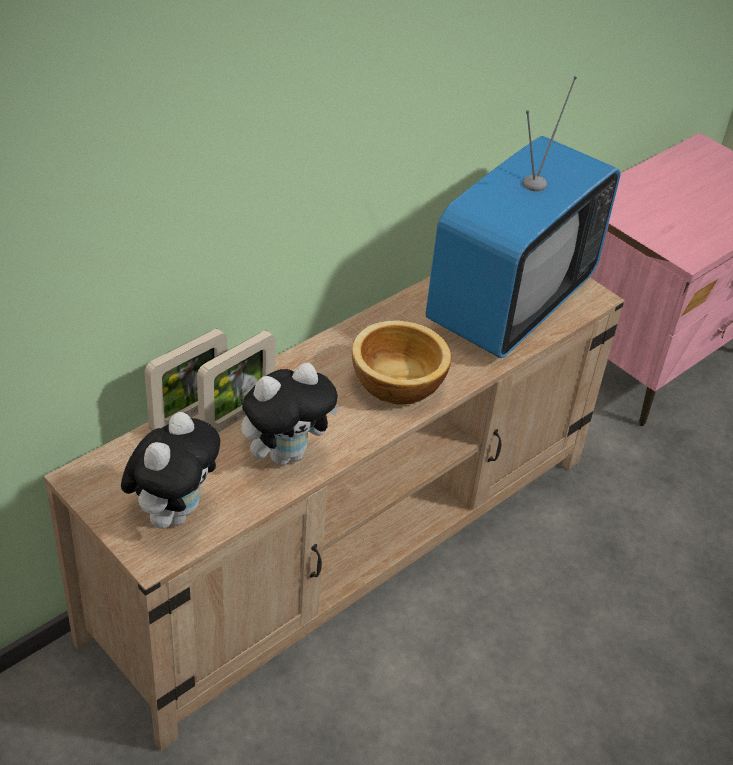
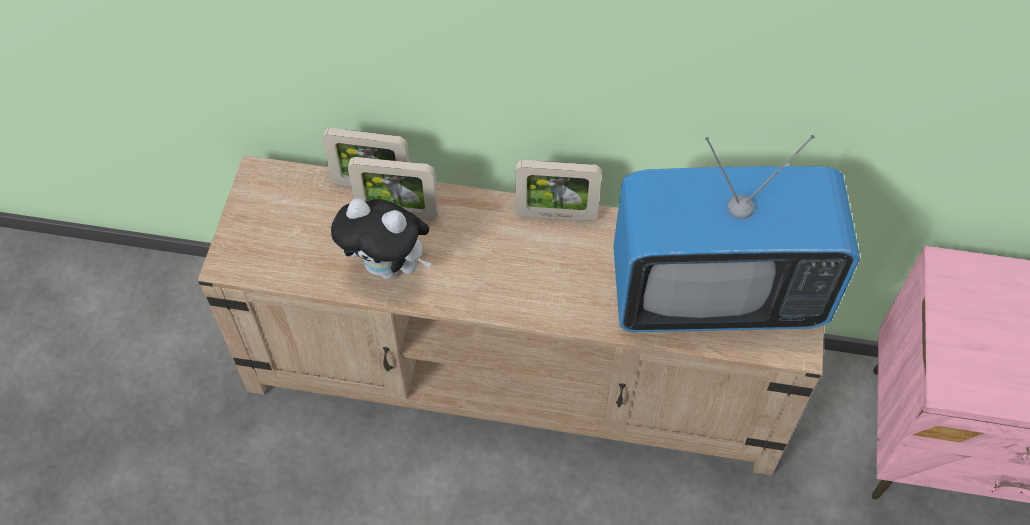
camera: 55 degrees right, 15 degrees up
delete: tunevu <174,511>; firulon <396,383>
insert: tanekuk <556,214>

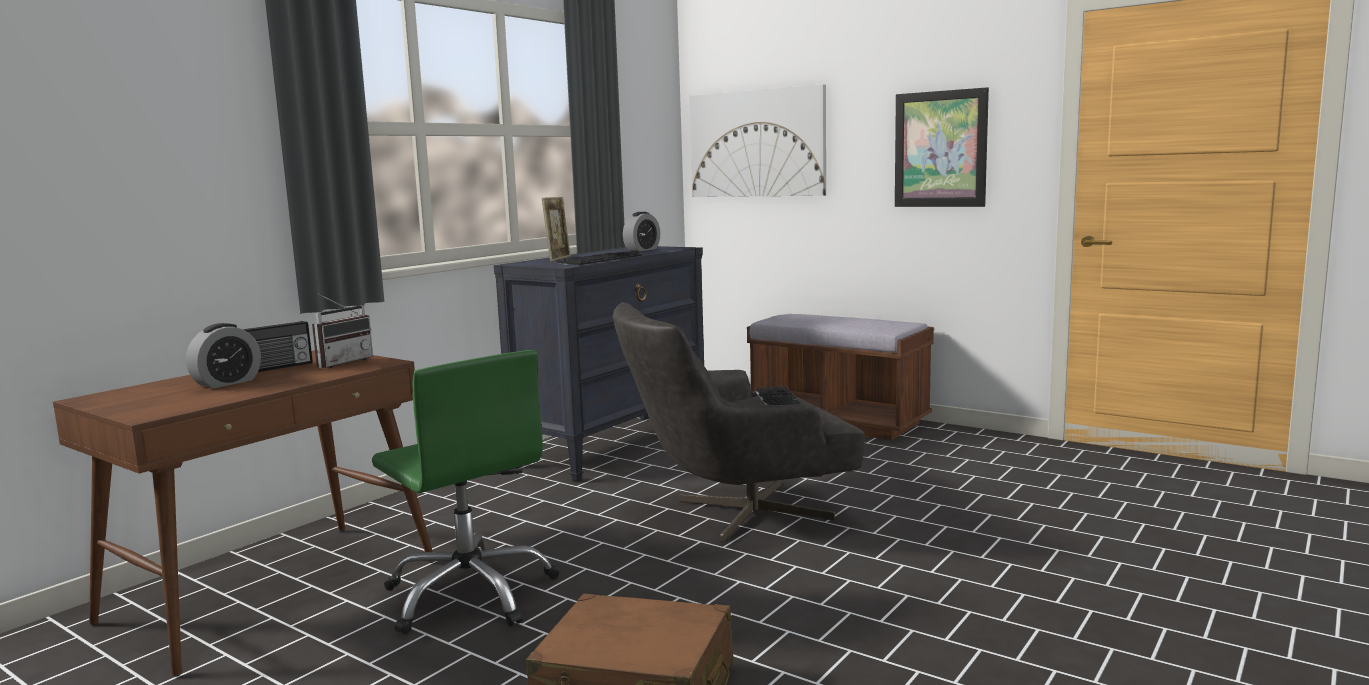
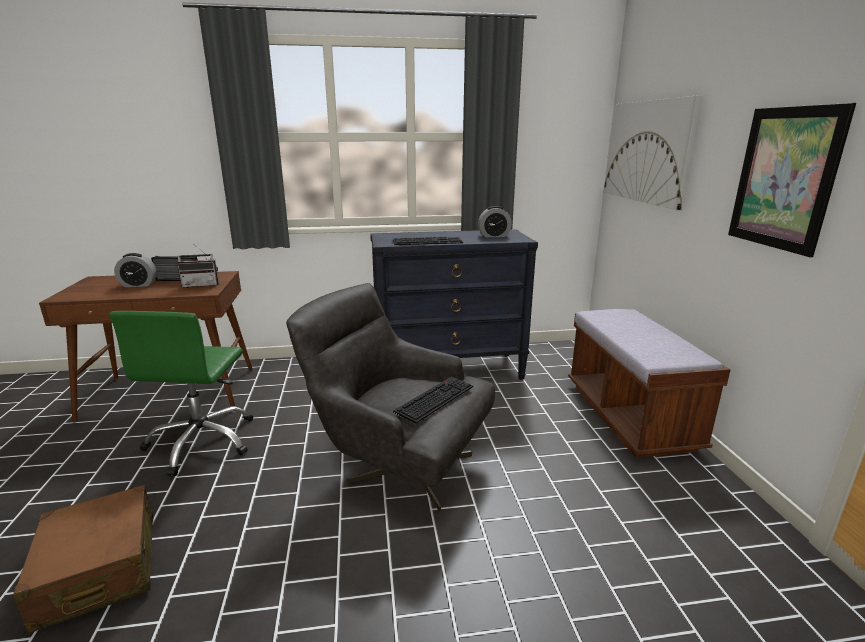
camera: 45 degrees right, 10 degrees up
delete: tanekuk <558,259>

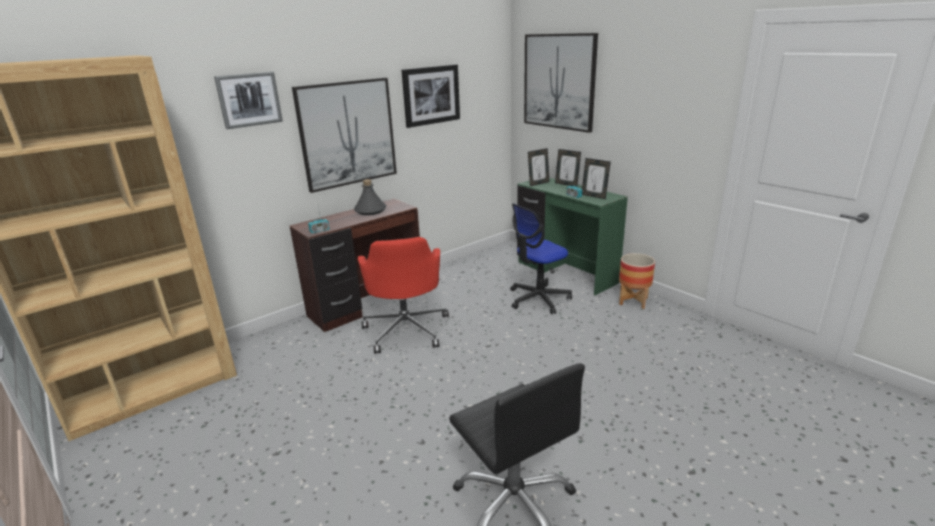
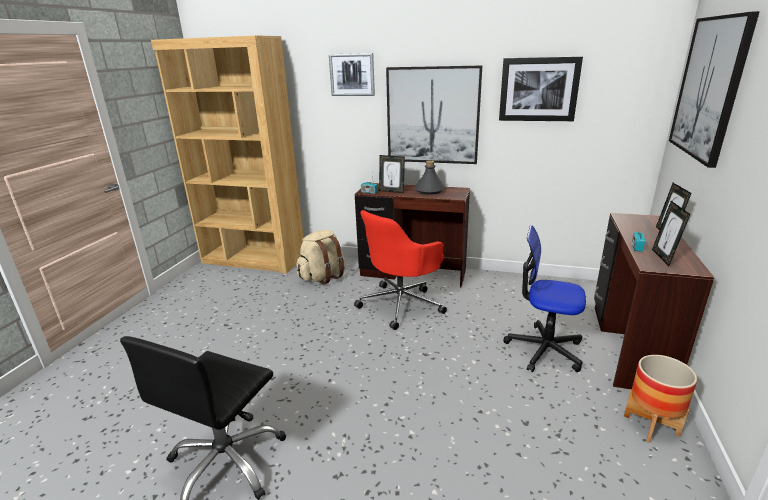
camera: 55 degrees right, 0 degrees up
insert: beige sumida <323,277>
move: tanekuk <538,183> to <392,191>
recolor: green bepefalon <565,272> to brown bepefalon <627,345>

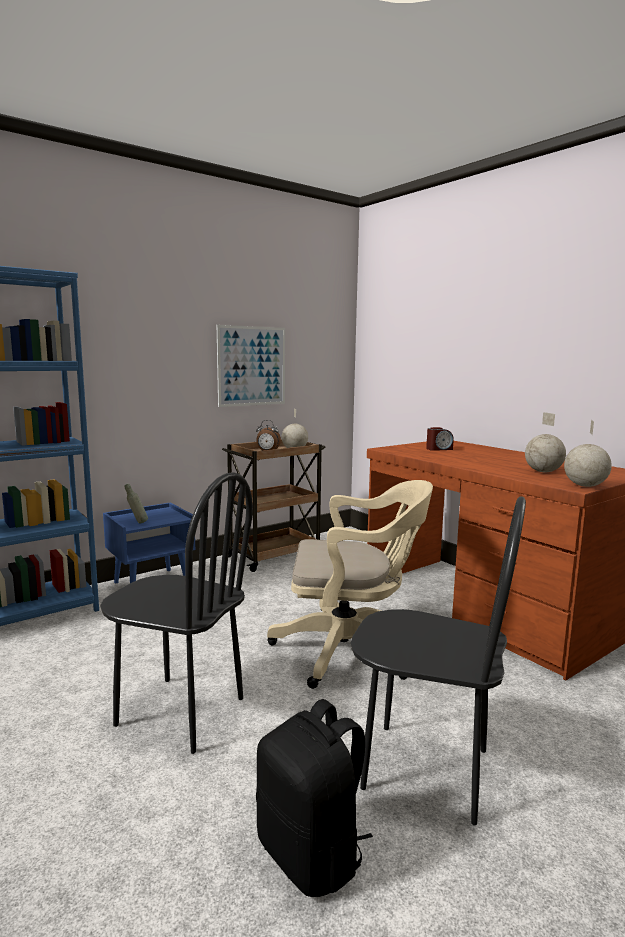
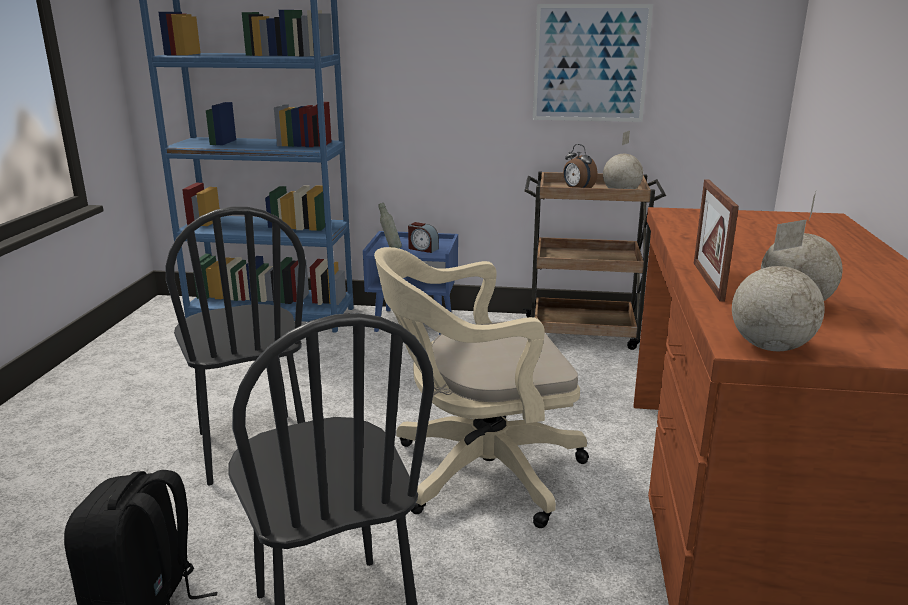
camera: 45 degrees right, 10 degrees up
insert: tanekuk <708,281>
move: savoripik <439,449> to <422,249>
rotate: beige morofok <351,650> = <477,472> 120 degrees clockwise

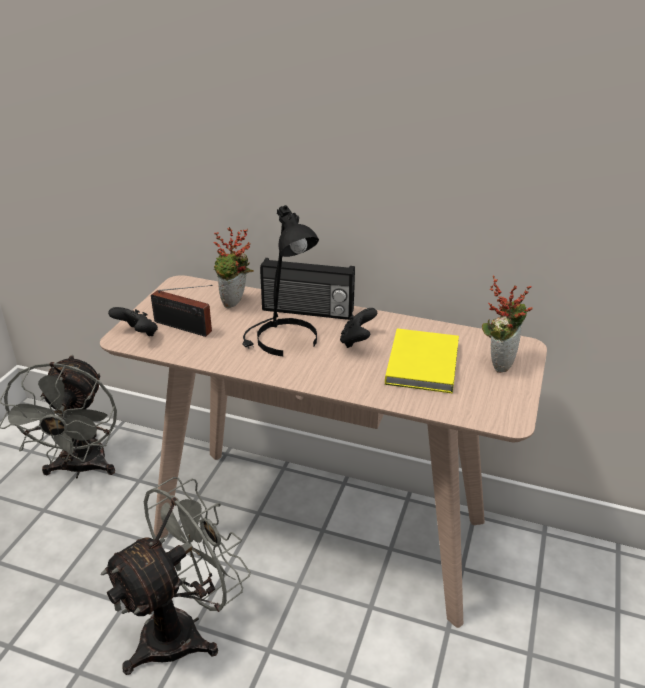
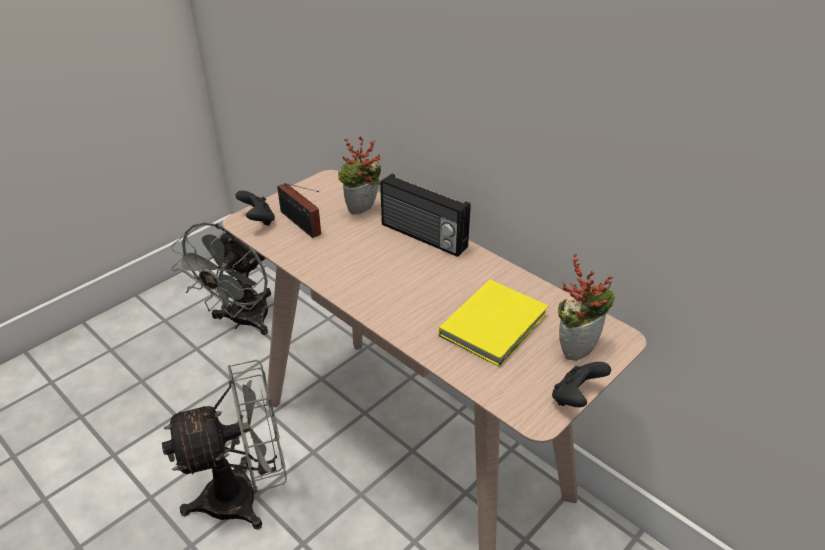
camera: 25 degrees right, 5 degrees up
delete: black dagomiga <283,341>
move: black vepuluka <357,341> to <576,398>

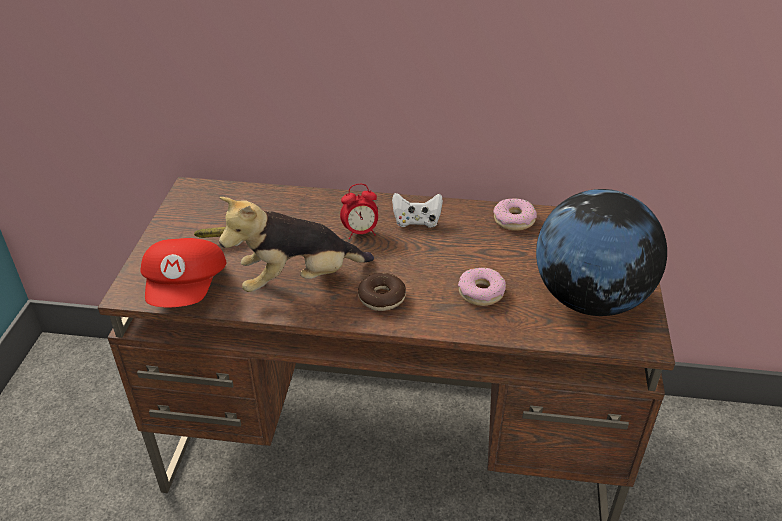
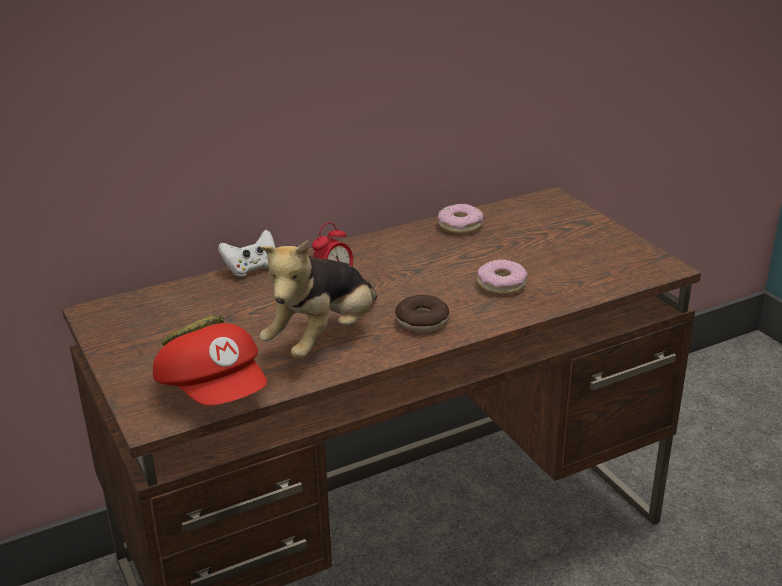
camera: 35 degrees left, 10 degrees down
delete: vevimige <589,299>
move: white vepuluka <416,222> to <251,268>

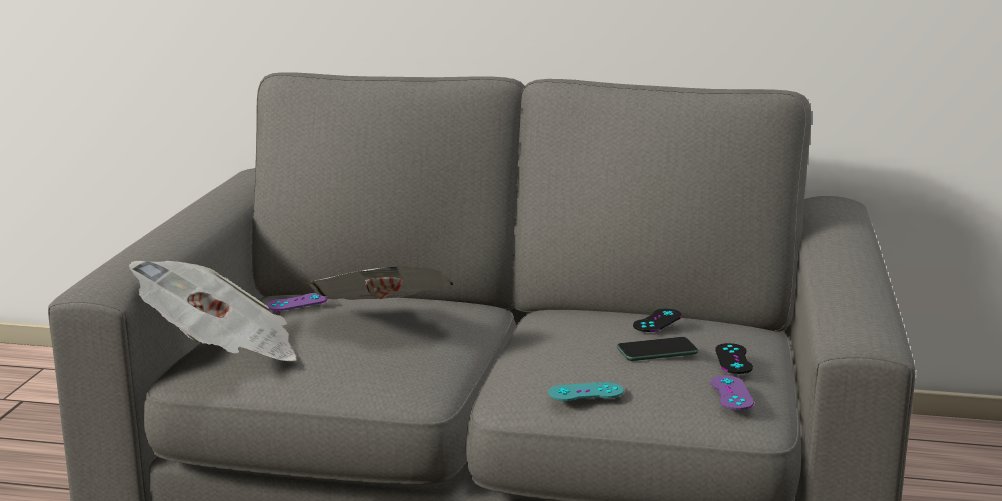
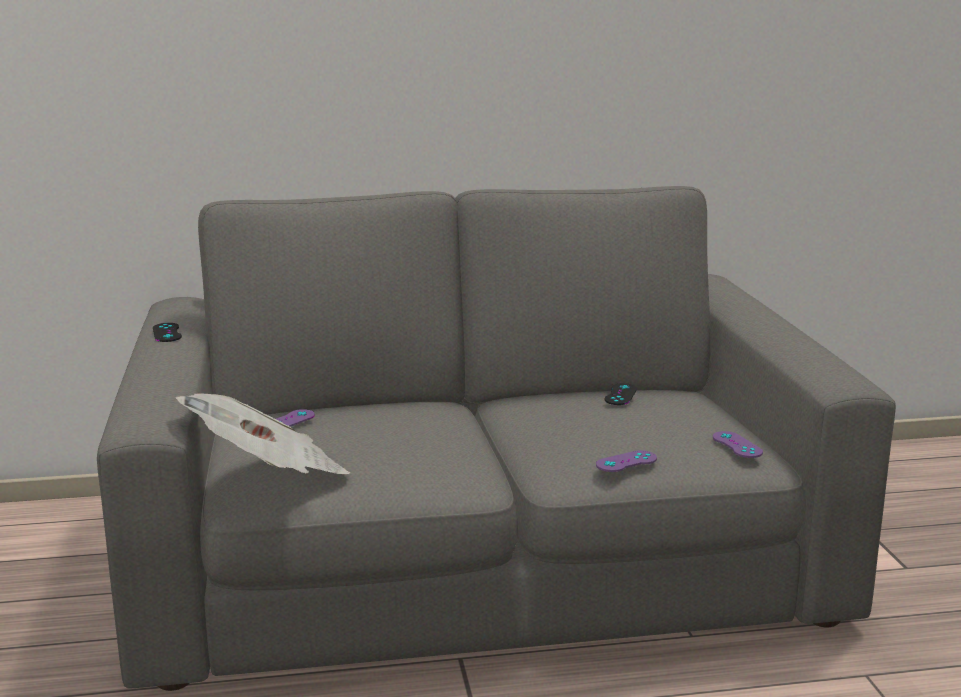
camera: 20 degrees left, 0 degrees up
delete: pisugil <382,323>; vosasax <657,351>
move: black vepuluka <733,359> to <167,333>
recolor: turquoise vepuluka <586,392> to purple vepuluka <626,462>

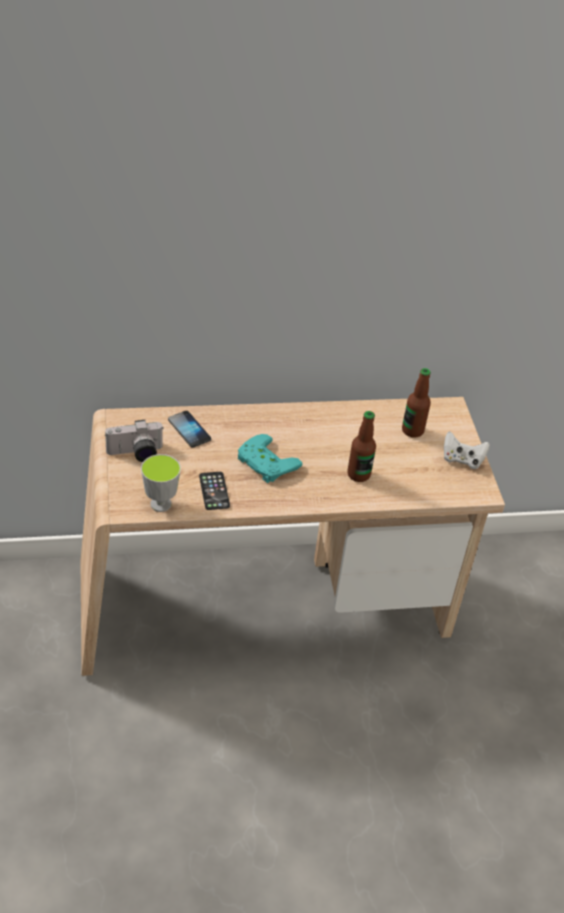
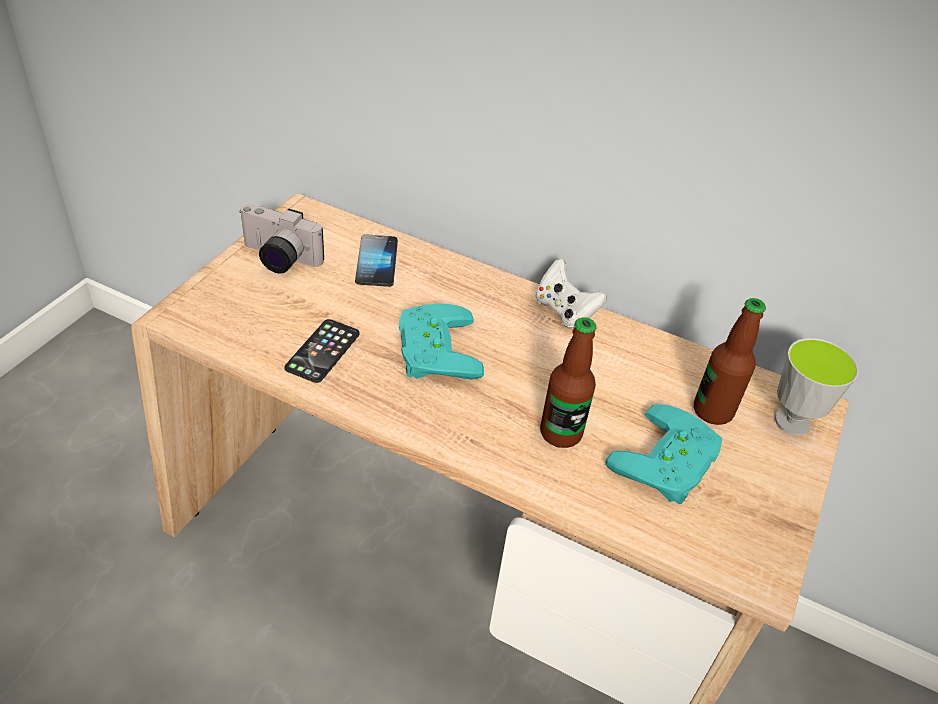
camera: 35 degrees right, 0 degrees up
insert: turquoise vepuluka <670,463>
move: white vepuluka <462,460> to <564,311>; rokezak <160,504> to <792,422>

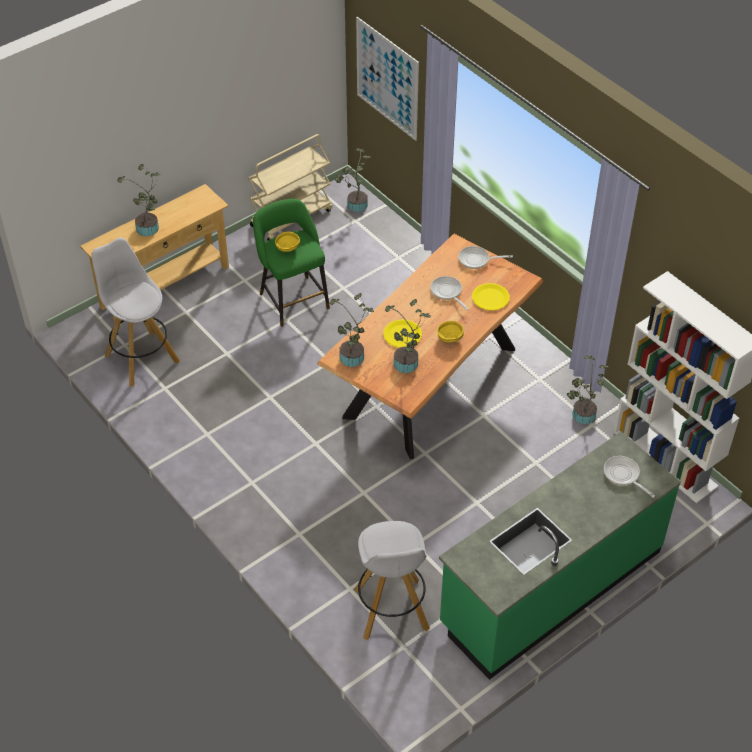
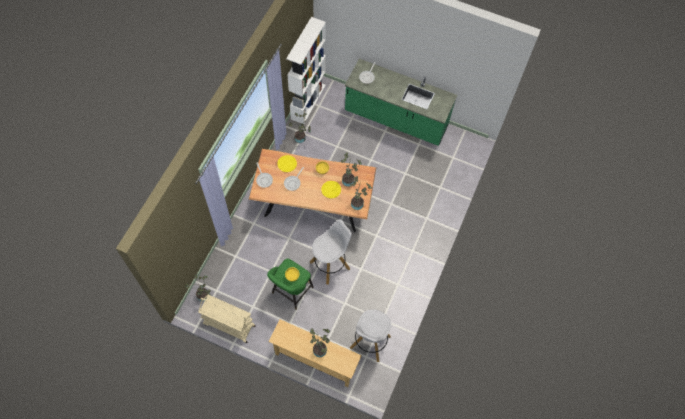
camera: 120 degrees left, 15 degrees up
delete: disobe <387,78>
move: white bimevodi <391,611> to <330,265>

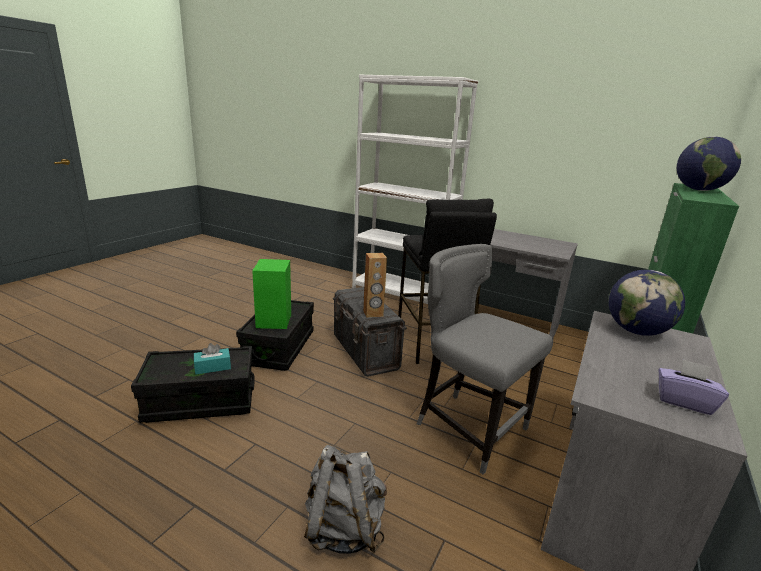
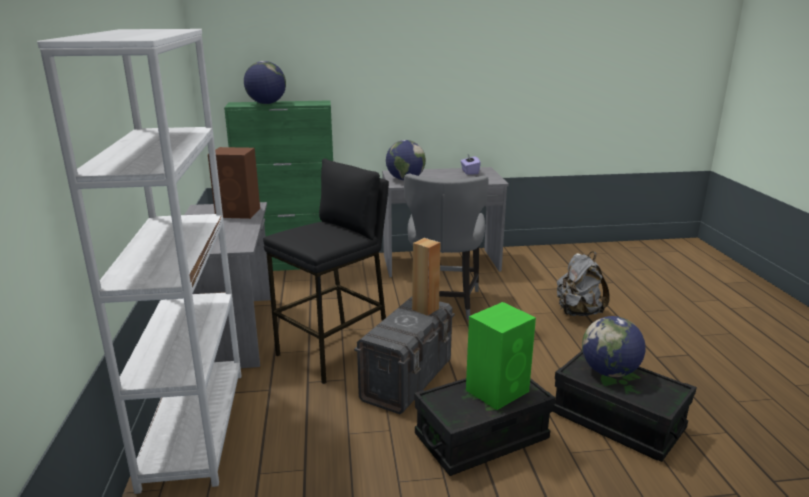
camera: 125 degrees left, 0 degrees up
insert: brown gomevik <239,213>
replace: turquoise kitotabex <212,367> to vevimige <609,372>

